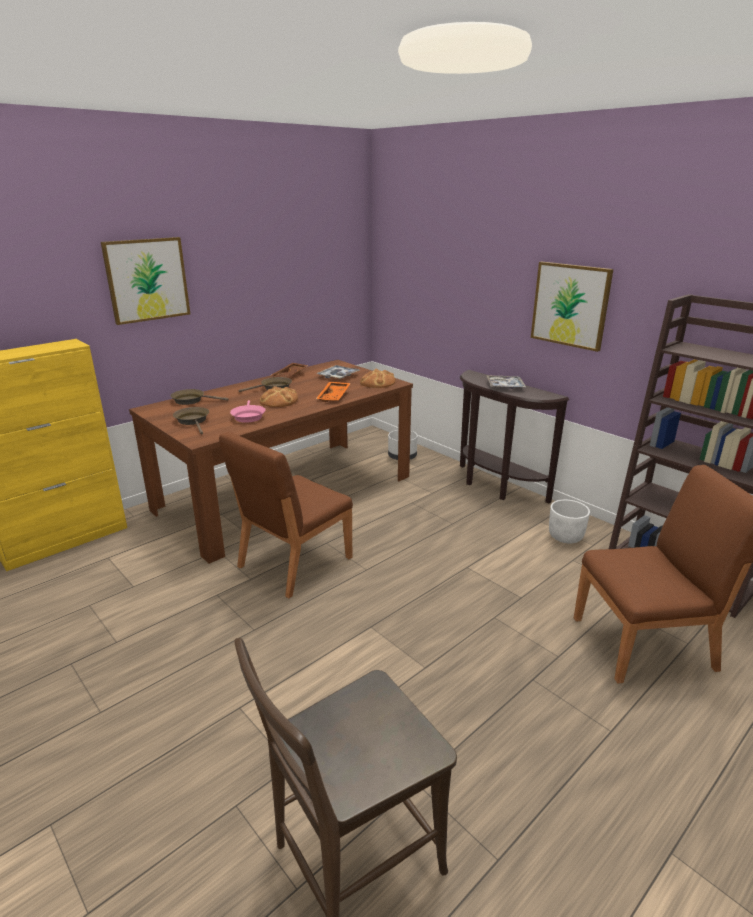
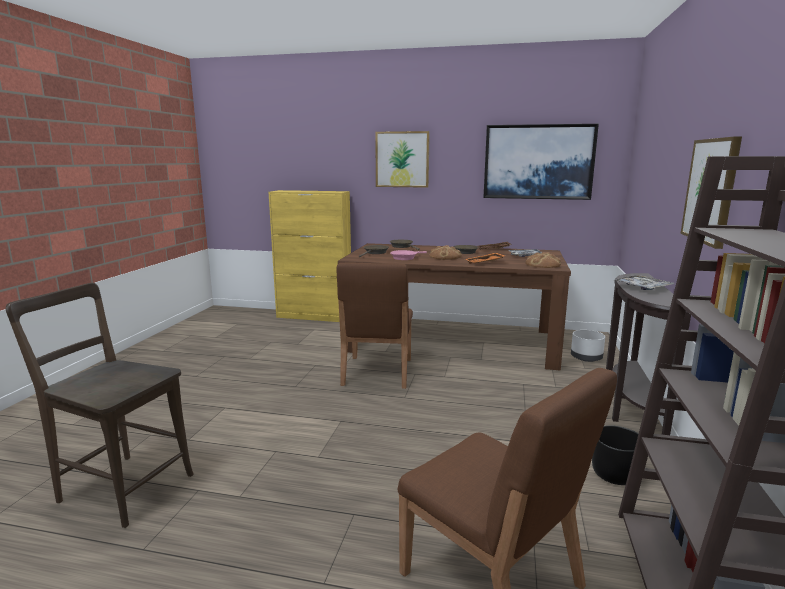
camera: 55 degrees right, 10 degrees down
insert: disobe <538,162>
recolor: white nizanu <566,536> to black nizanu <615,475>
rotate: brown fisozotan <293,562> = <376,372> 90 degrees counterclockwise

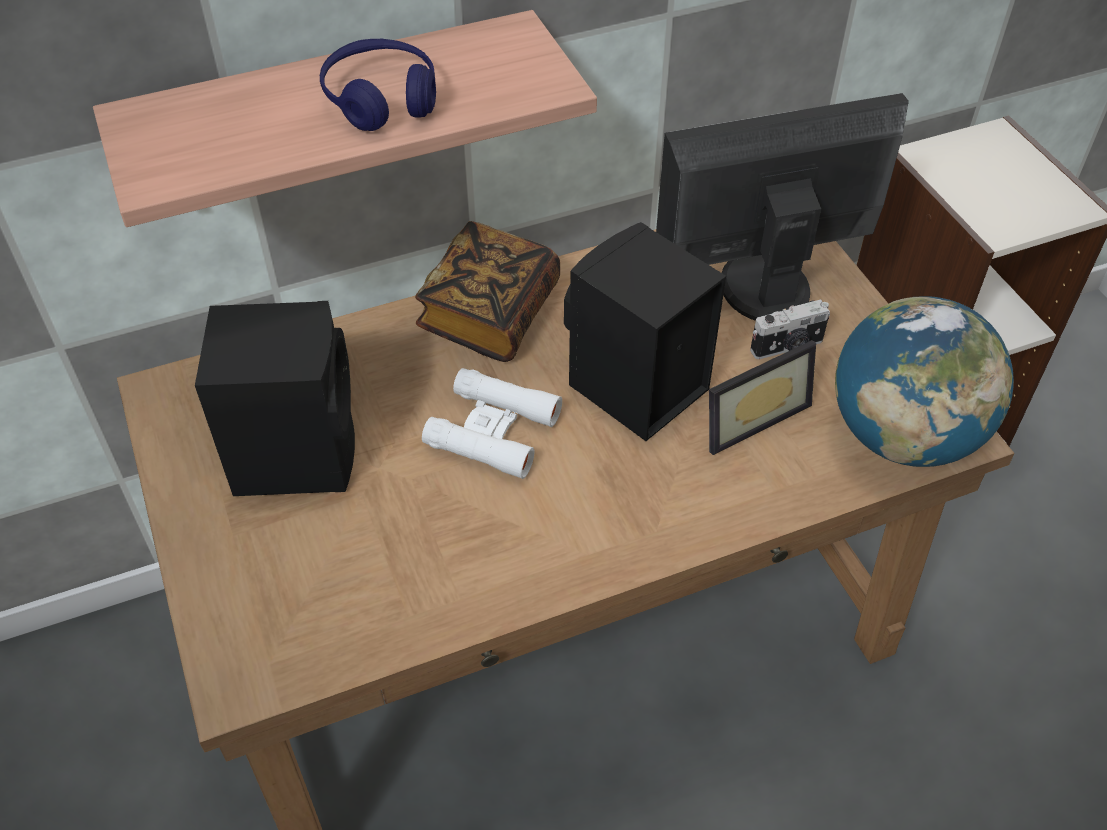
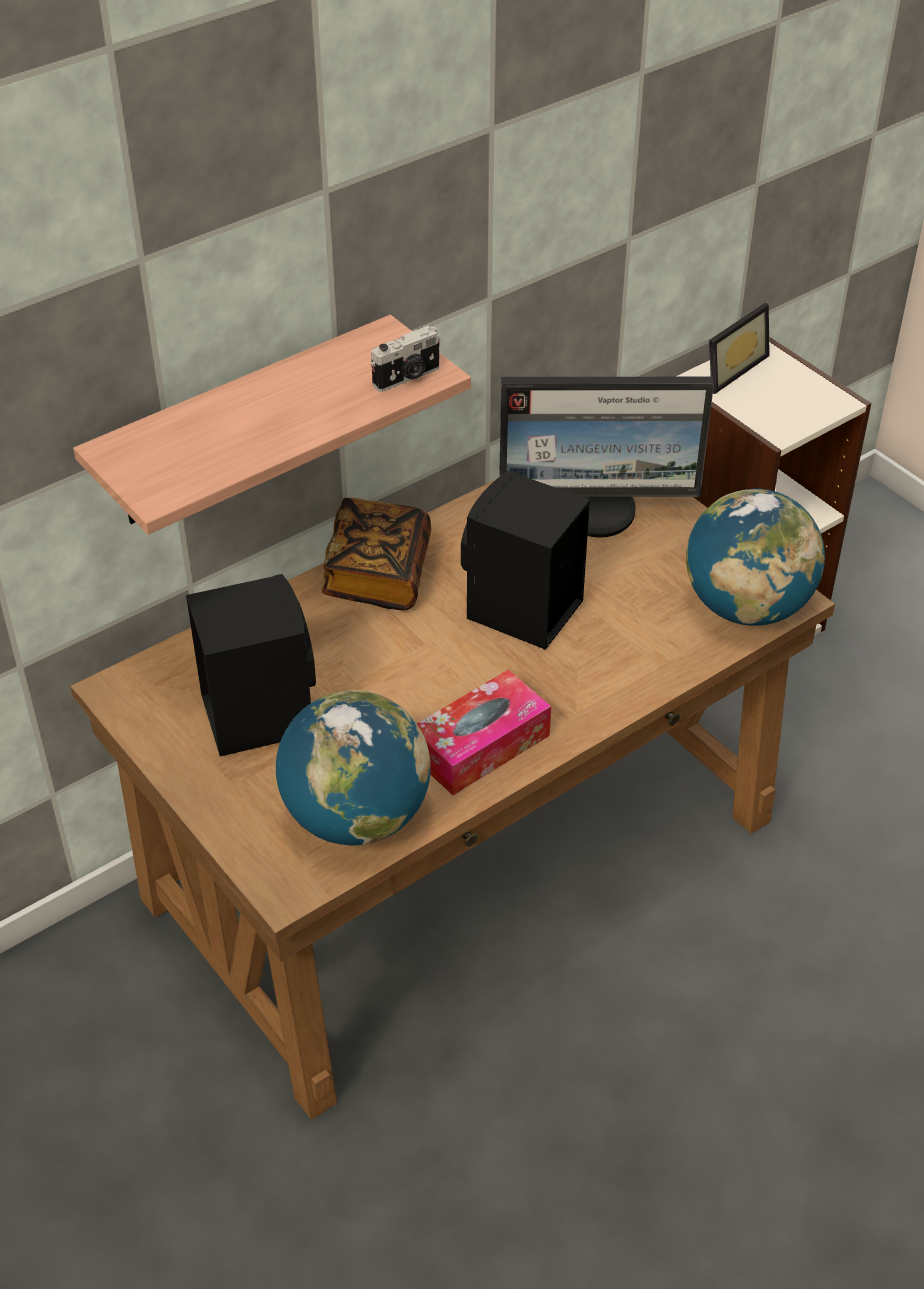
camera: 15 degrees left, 5 degrees down
delete: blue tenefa <381,99>; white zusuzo <493,431>
insert: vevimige <356,817>; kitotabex <480,746>
move: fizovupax <788,347> to <407,378>; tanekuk <749,415> to <729,368>
rotate: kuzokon <761,285> = <599,511> 150 degrees counterclockwise

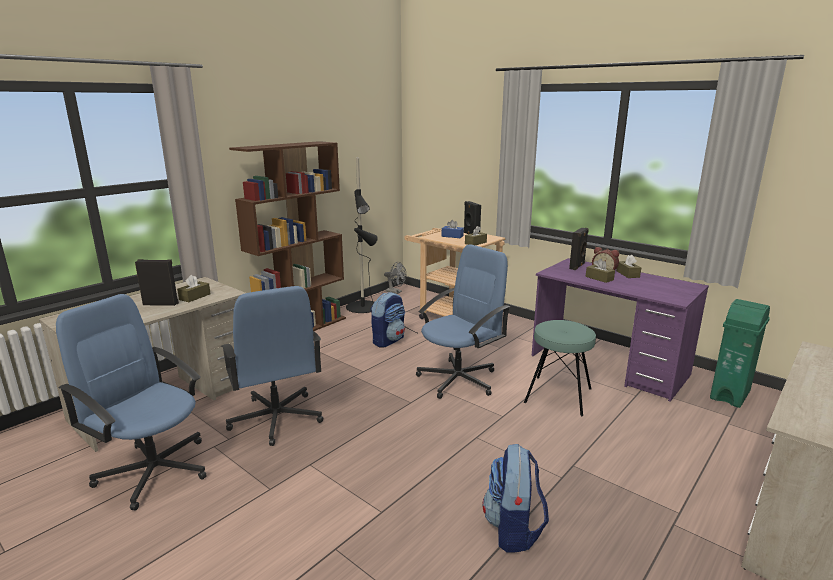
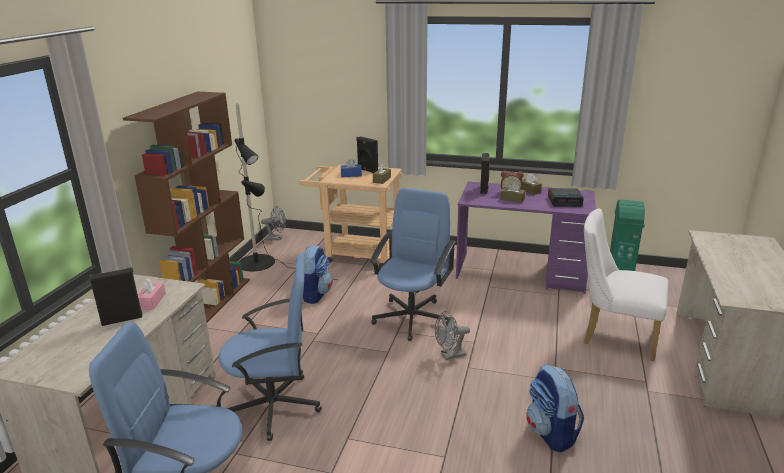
camera: 25 degrees left, 5 degrees up
delete: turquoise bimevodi <558,395>
insert: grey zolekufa <450,355>; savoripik <565,201>; white fisozotan <613,335>
recolor: brown kitotabex <195,297> to pink kitotabex <151,301>
rotate: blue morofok <276,419> = <274,406> 45 degrees counterclockwise

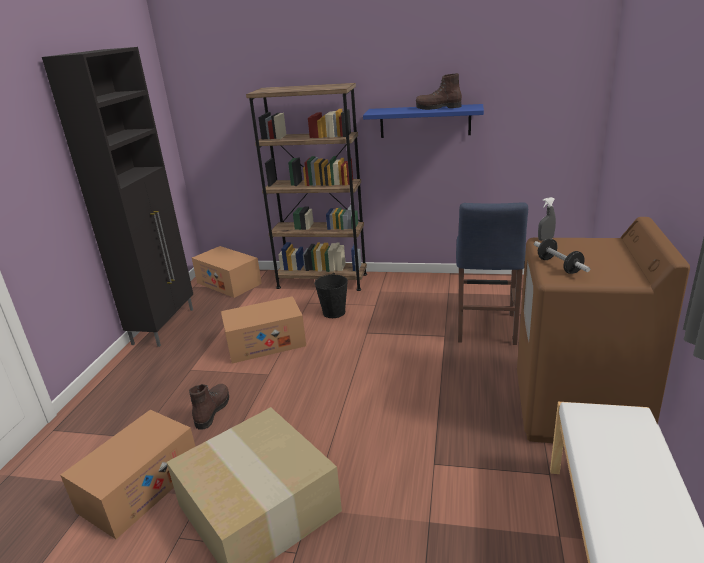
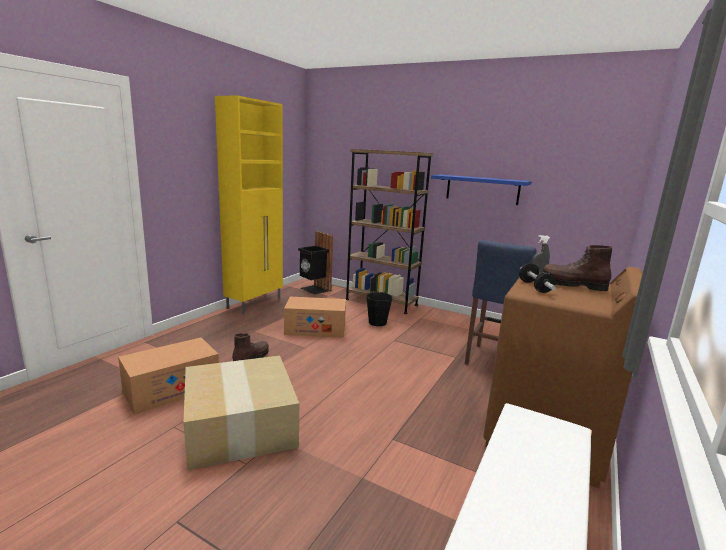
camera: 15 degrees right, 10 degrees down
move: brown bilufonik <438,108> to <573,285>
replace: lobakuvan <229,283> to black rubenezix <314,289>
recolor: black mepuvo <165,326> to yellow mepuvo <255,303>

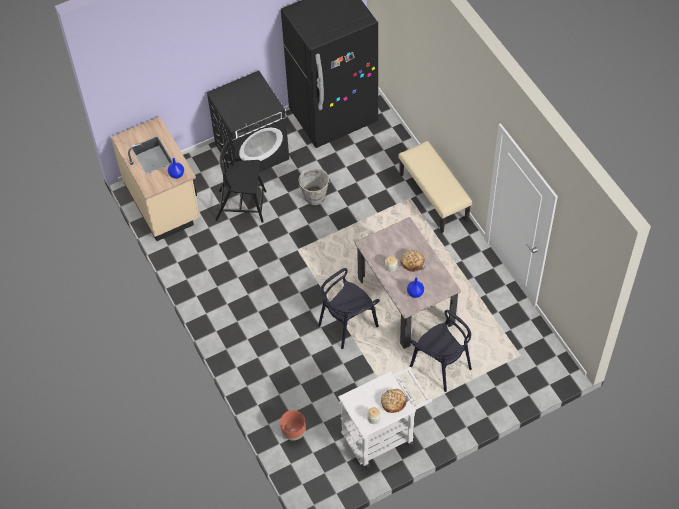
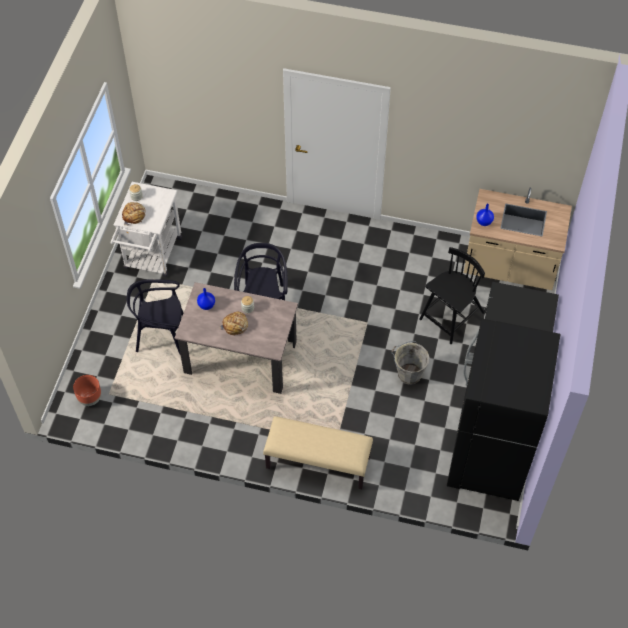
camera: 130 degrees right, 0 degrees up
move: brown nizanu <293,432> to <90,398>

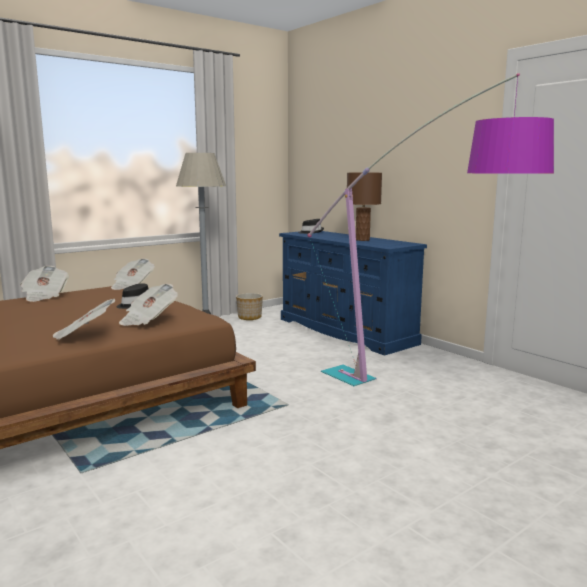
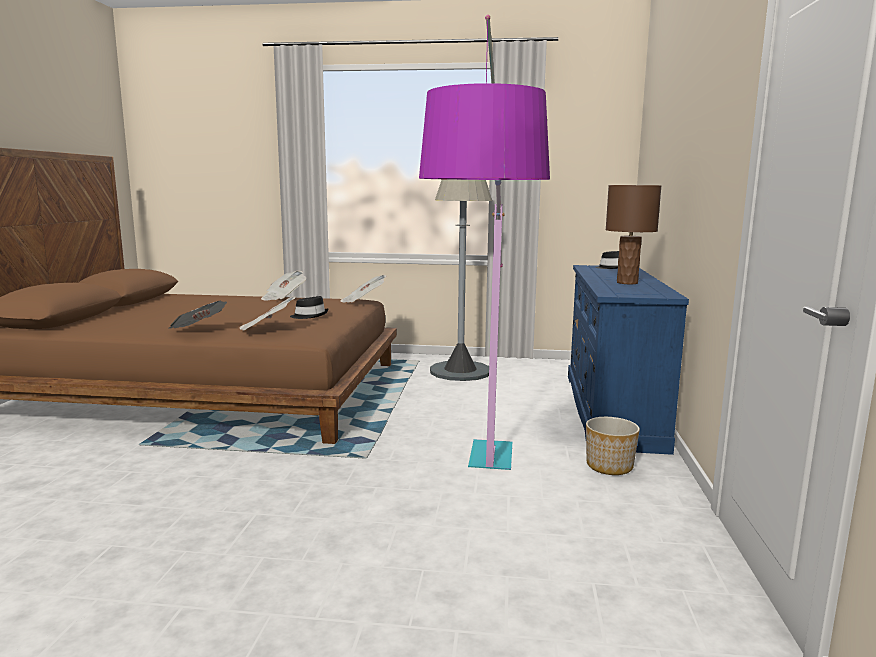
camera: 45 degrees right, 0 degrees up
move: nizanu <250,317> to <610,466>

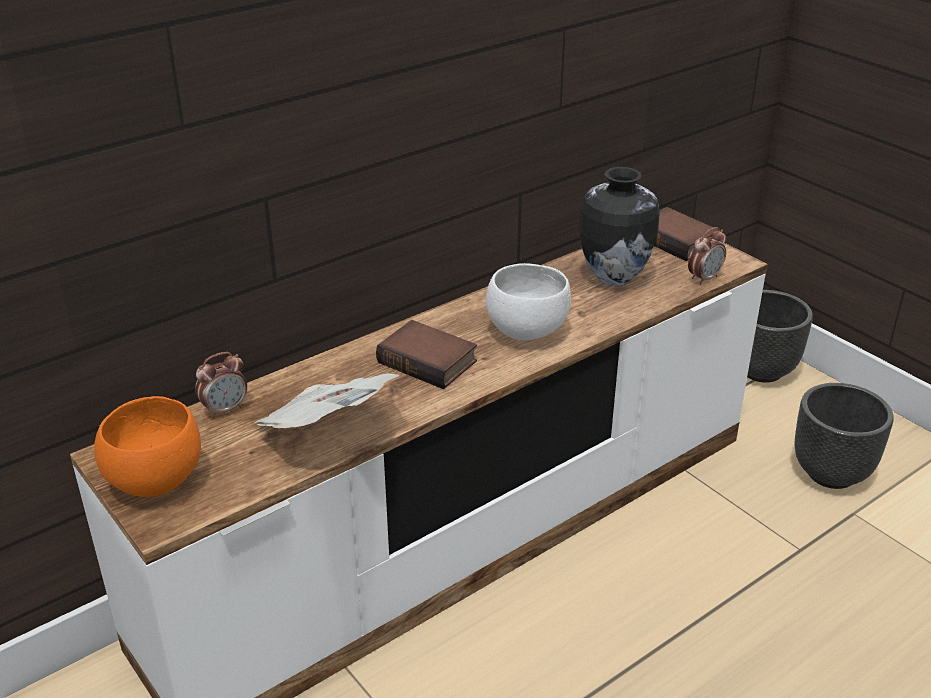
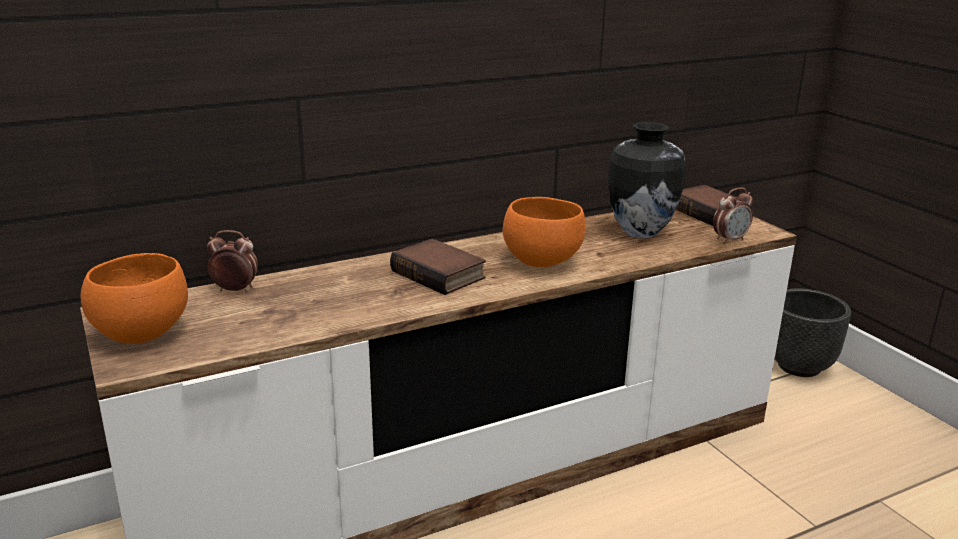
camera: 10 degrees right, 10 degrees down
delete: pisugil <328,430>; black nizanu <832,473>
recolor: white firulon <526,330> to orange firulon <542,261>
rotate: savoripik <225,409> = <235,290> 150 degrees counterclockwise

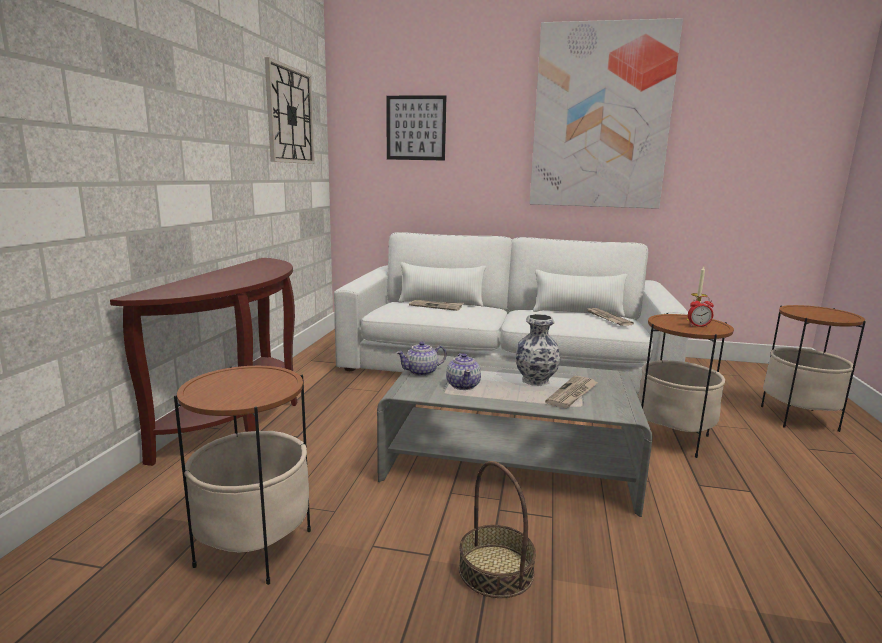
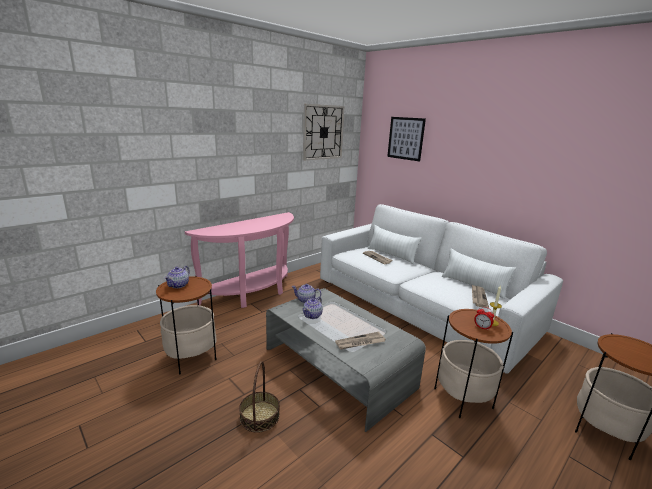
camera: 35 degrees right, 5 degrees up
delete: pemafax <535,380>; disobe <600,117>
insert: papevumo <179,285>
recolor: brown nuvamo <242,417> to pink nuvamo <252,293>

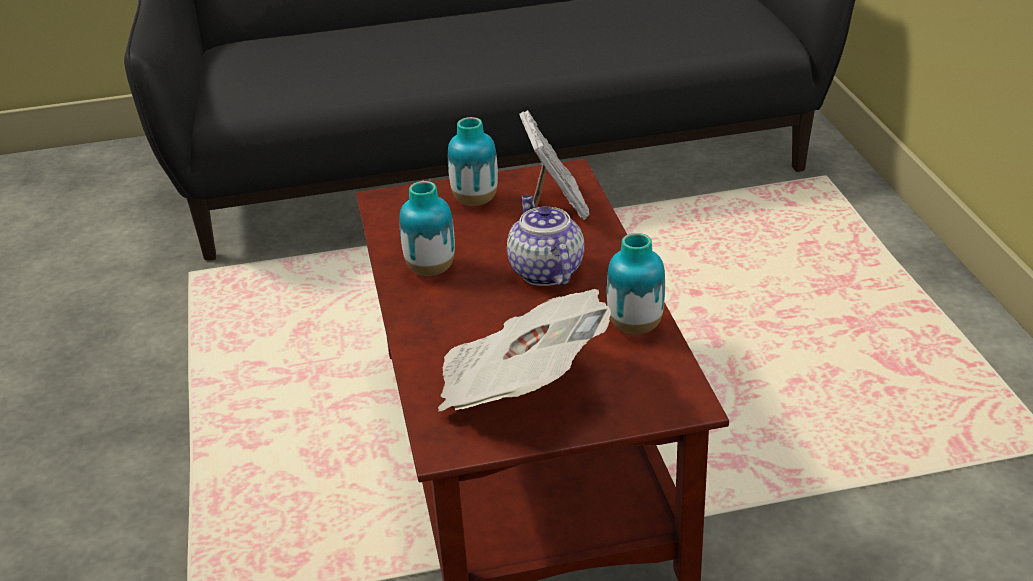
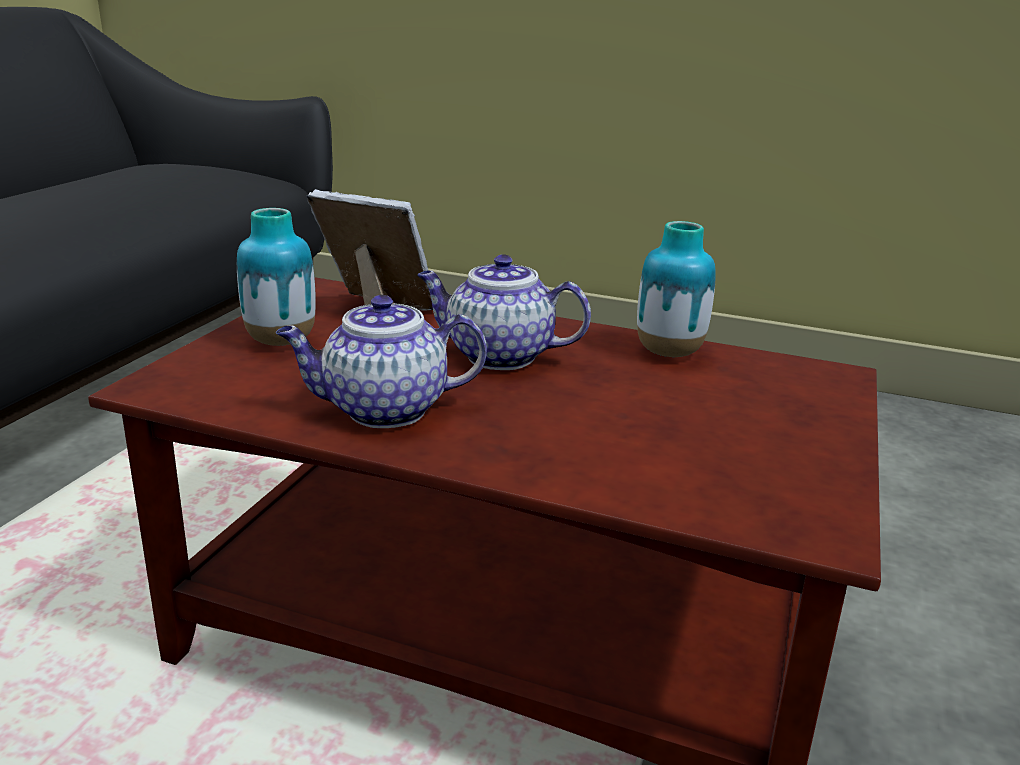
camera: 60 degrees left, 10 degrees down
delete: pisugil <518,387>
replace: pemafax <430,269> to papevumo <383,410>

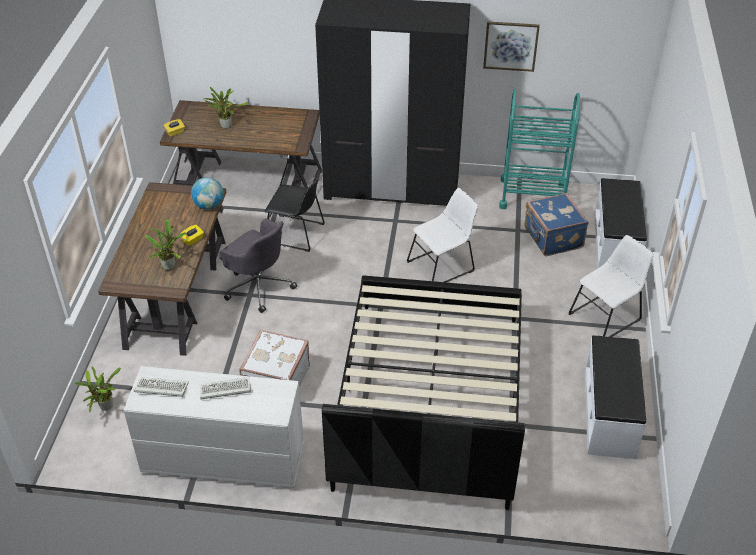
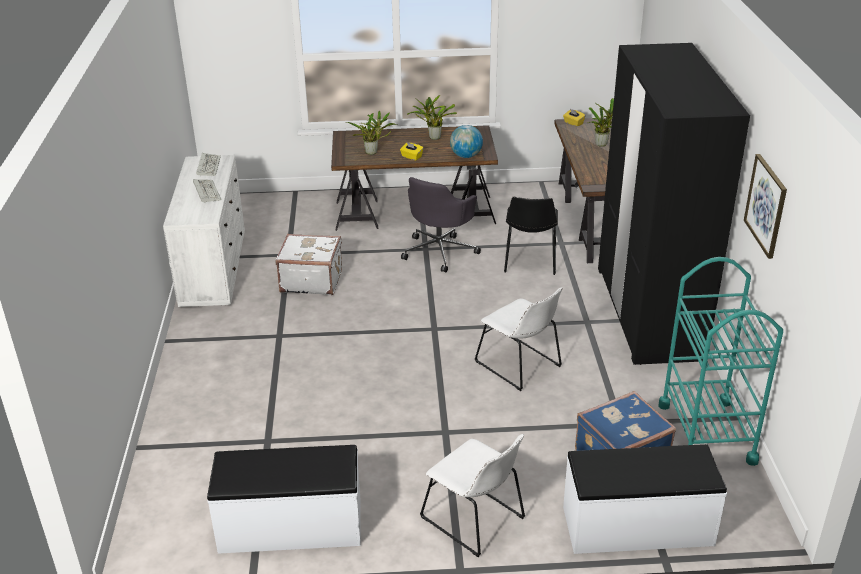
camera: 80 degrees right, 10 degrees down
delete: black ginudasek <429,398>
move: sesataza <105,408> to <433,137>

